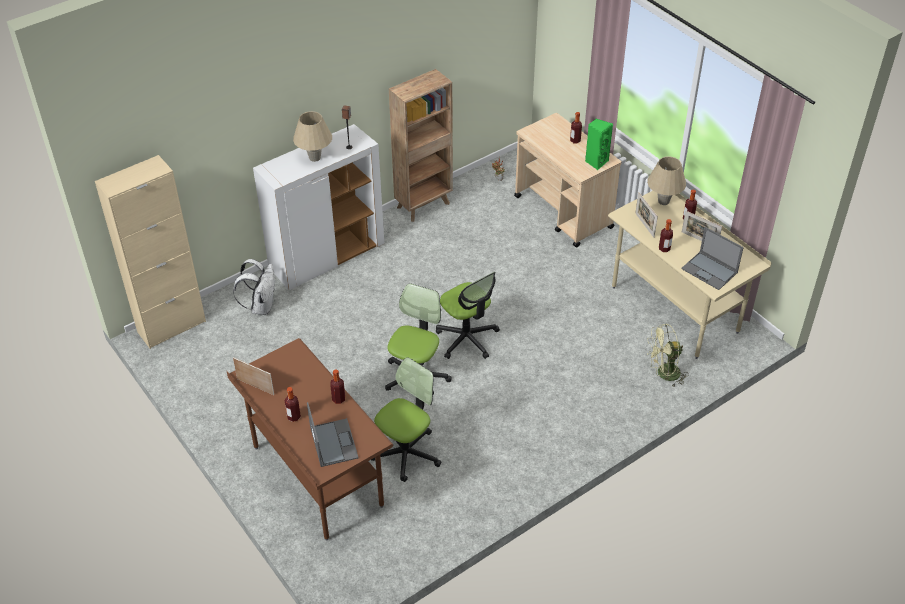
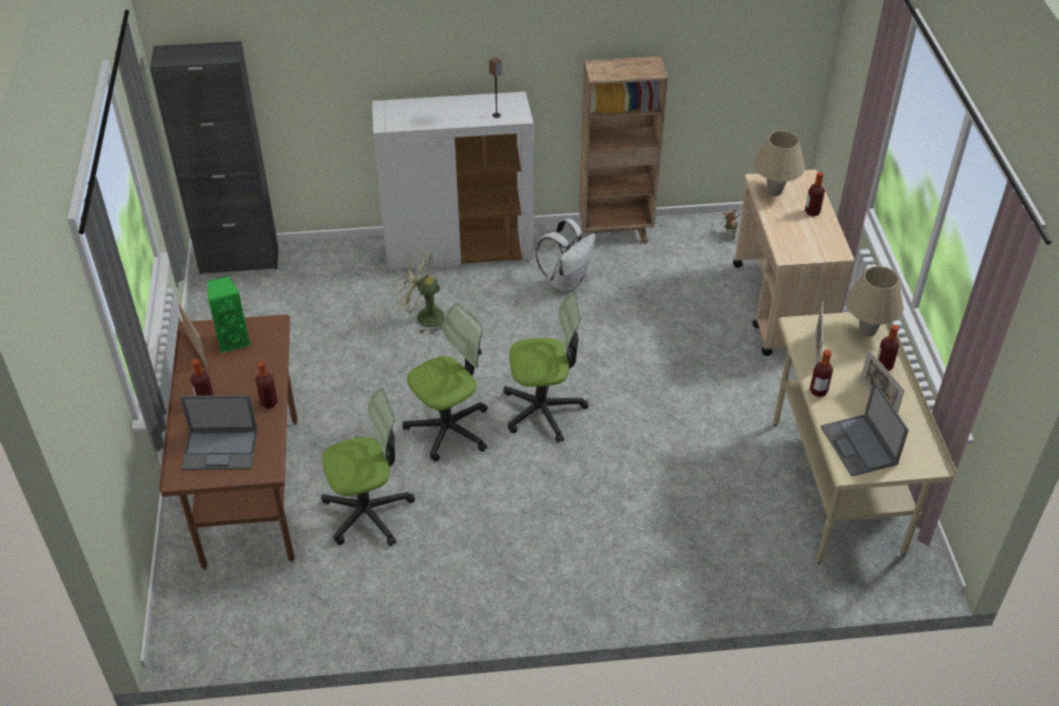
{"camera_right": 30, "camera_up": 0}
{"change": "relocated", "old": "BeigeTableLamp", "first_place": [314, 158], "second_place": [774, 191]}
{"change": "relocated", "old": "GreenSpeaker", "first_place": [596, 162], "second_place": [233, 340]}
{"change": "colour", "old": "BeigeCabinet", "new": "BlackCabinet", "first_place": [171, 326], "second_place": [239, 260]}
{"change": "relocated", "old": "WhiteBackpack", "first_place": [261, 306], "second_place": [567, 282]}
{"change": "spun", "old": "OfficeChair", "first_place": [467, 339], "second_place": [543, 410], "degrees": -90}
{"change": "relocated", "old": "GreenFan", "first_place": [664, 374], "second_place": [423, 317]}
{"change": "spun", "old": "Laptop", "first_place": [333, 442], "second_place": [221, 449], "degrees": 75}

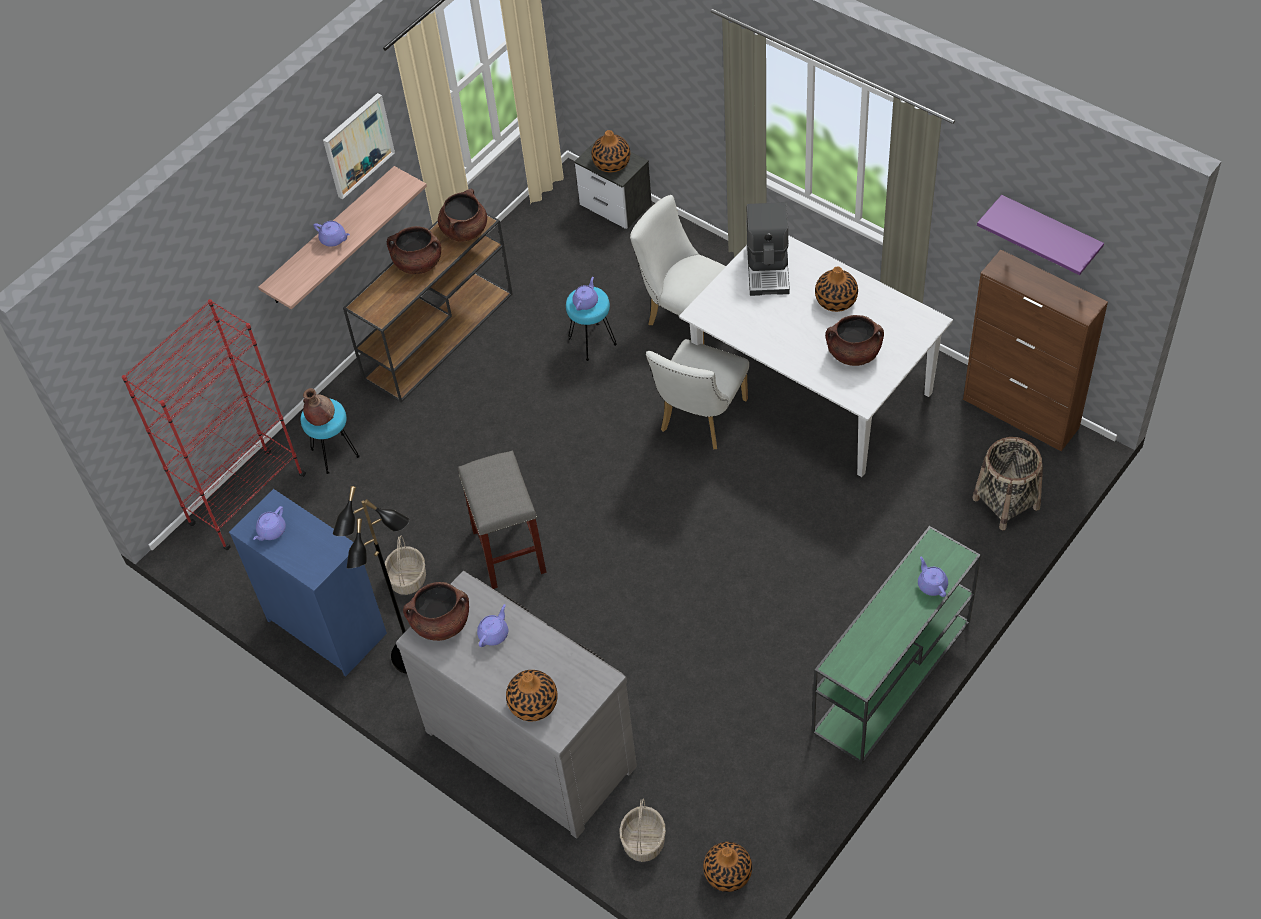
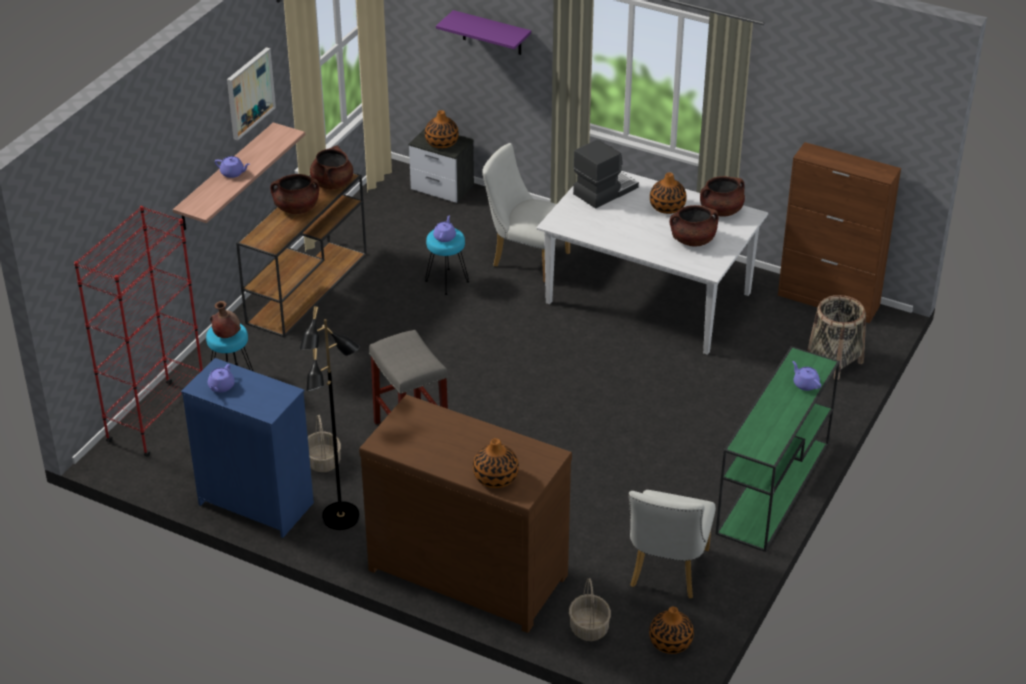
{"camera_right": -15, "camera_up": -15}
{"change": "relocated", "old": "PurpleShelf", "first_place": [1049, 232], "second_place": [492, 33]}
{"change": "spun", "old": "CoffeeMachine", "first_place": [769, 268], "second_place": [604, 190], "degrees": -120}
{"change": "relocated", "old": "WhiteChair", "first_place": [699, 420], "second_place": [666, 572]}
{"change": "colour", "old": "GreyDresser", "new": "BrownDresser", "first_place": [532, 745], "second_place": [469, 569]}
{"change": "relocated", "old": "BrownCookingPot", "first_place": [441, 623], "second_place": [721, 211]}
{"change": "missing", "old": "PurpleTeapot", "first_place": [494, 633]}

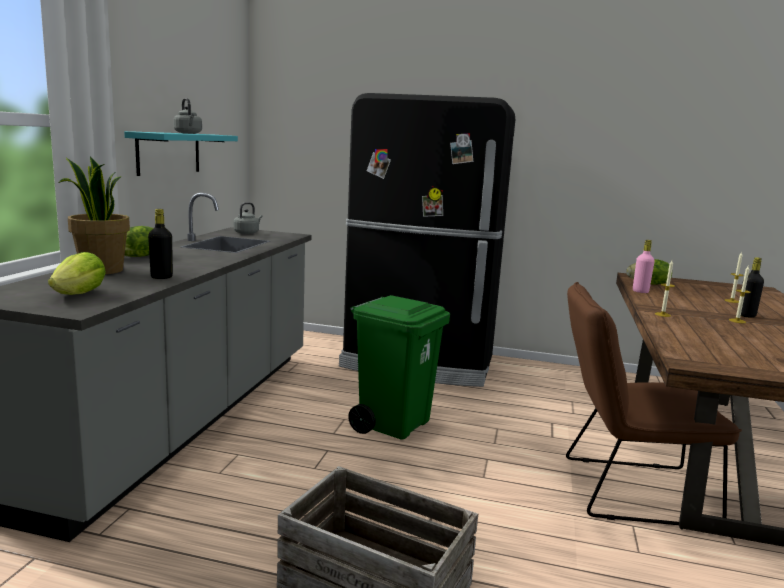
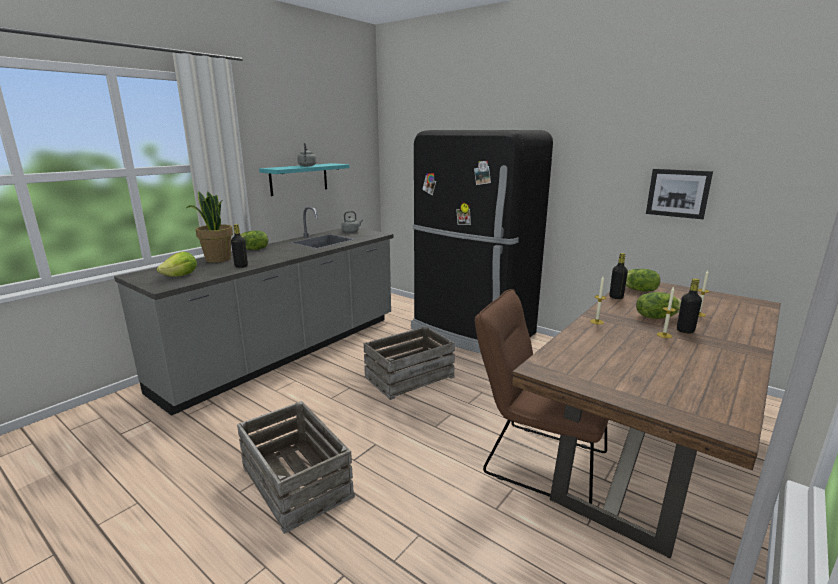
{"camera_right": 25, "camera_up": 5}
{"change": "colour", "old": "PinkBottle", "new": "BlackBottle", "first_place": [640, 291], "second_place": [616, 297]}
{"change": "exchanged", "old": "GreenTrashCan", "new": "Crate", "first_place": [394, 424], "second_place": [409, 377]}
{"change": "appeared", "new": "Picture", "second_place": [678, 193]}
{"change": "appeared", "new": "Lettuce", "second_place": [656, 317]}

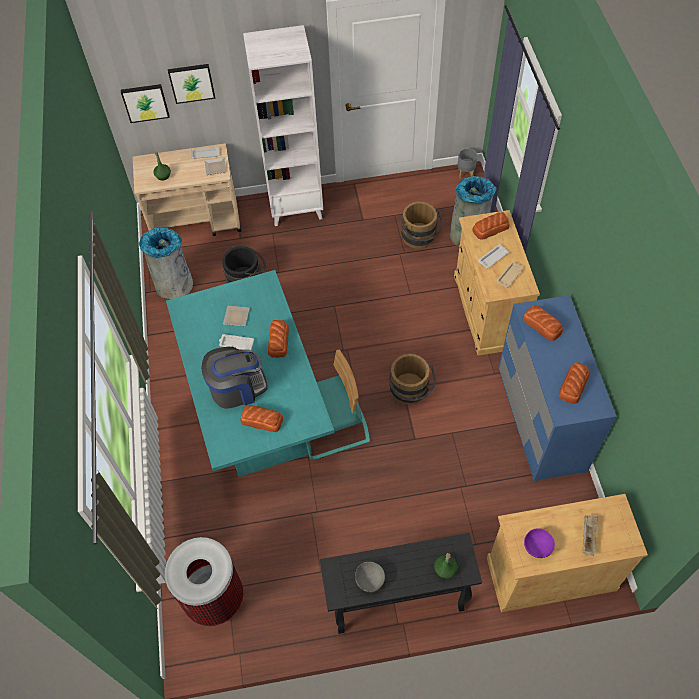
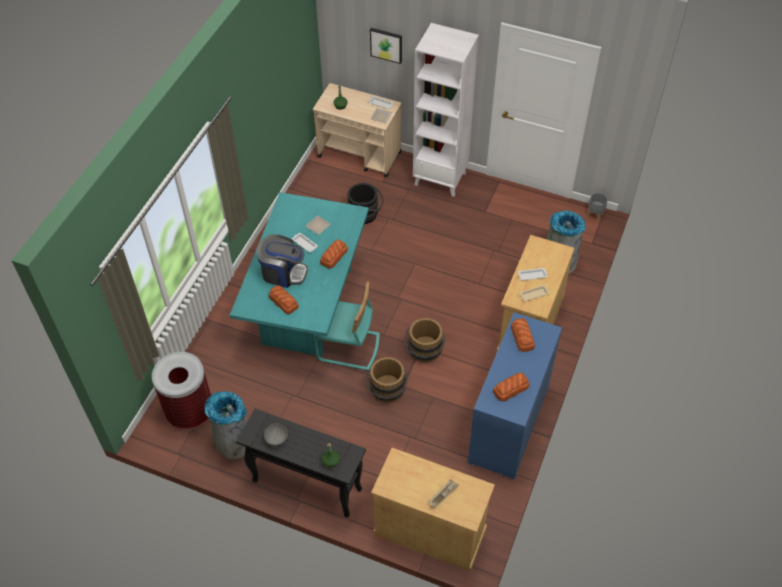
{"camera_right": 30, "camera_up": -5}
{"change": "missing", "old": "Picture", "first_place": [145, 102]}
{"change": "relocated", "old": "BrownBucket", "first_place": [420, 239], "second_place": [387, 392]}
{"change": "missing", "old": "Bread", "first_place": [490, 228]}
{"change": "relocated", "old": "GreyTrashCan", "first_place": [174, 286], "second_place": [234, 443]}
{"change": "missing", "old": "PurpleBowl", "first_place": [537, 548]}

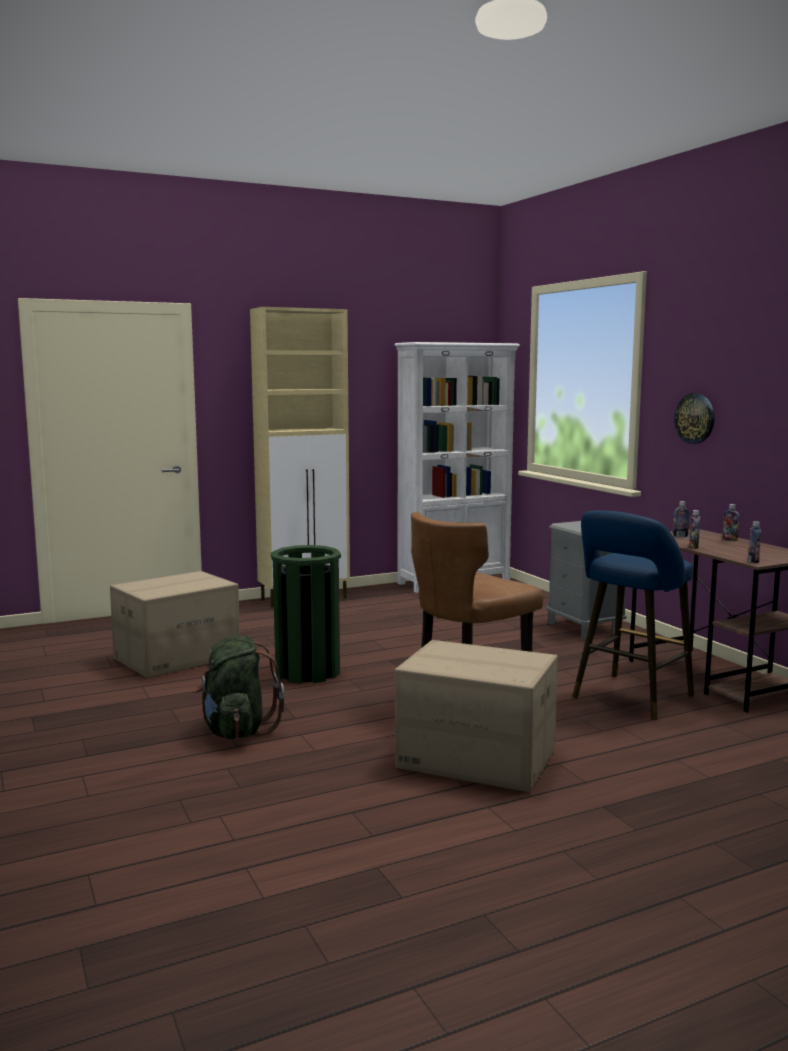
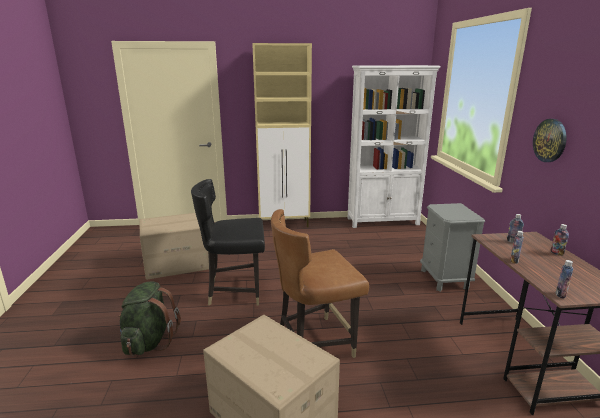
{"camera_right": 20, "camera_up": 10}
{"change": "missing", "old": "BlueStool", "first_place": [629, 698]}
{"change": "exchanged", "old": "GreenTrashCan", "new": "BlackChair", "first_place": [307, 672], "second_place": [235, 291]}

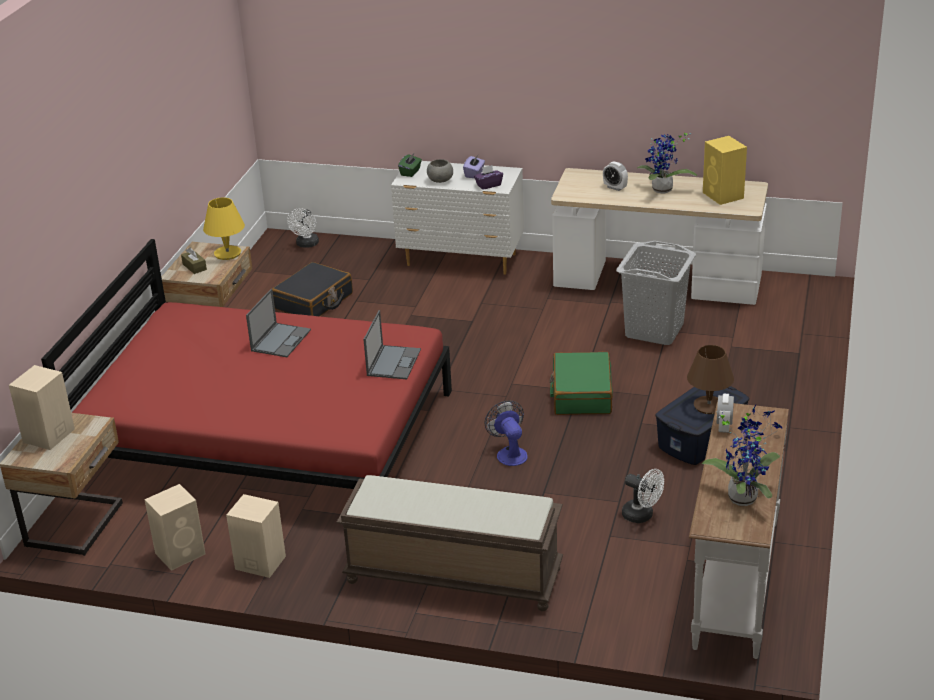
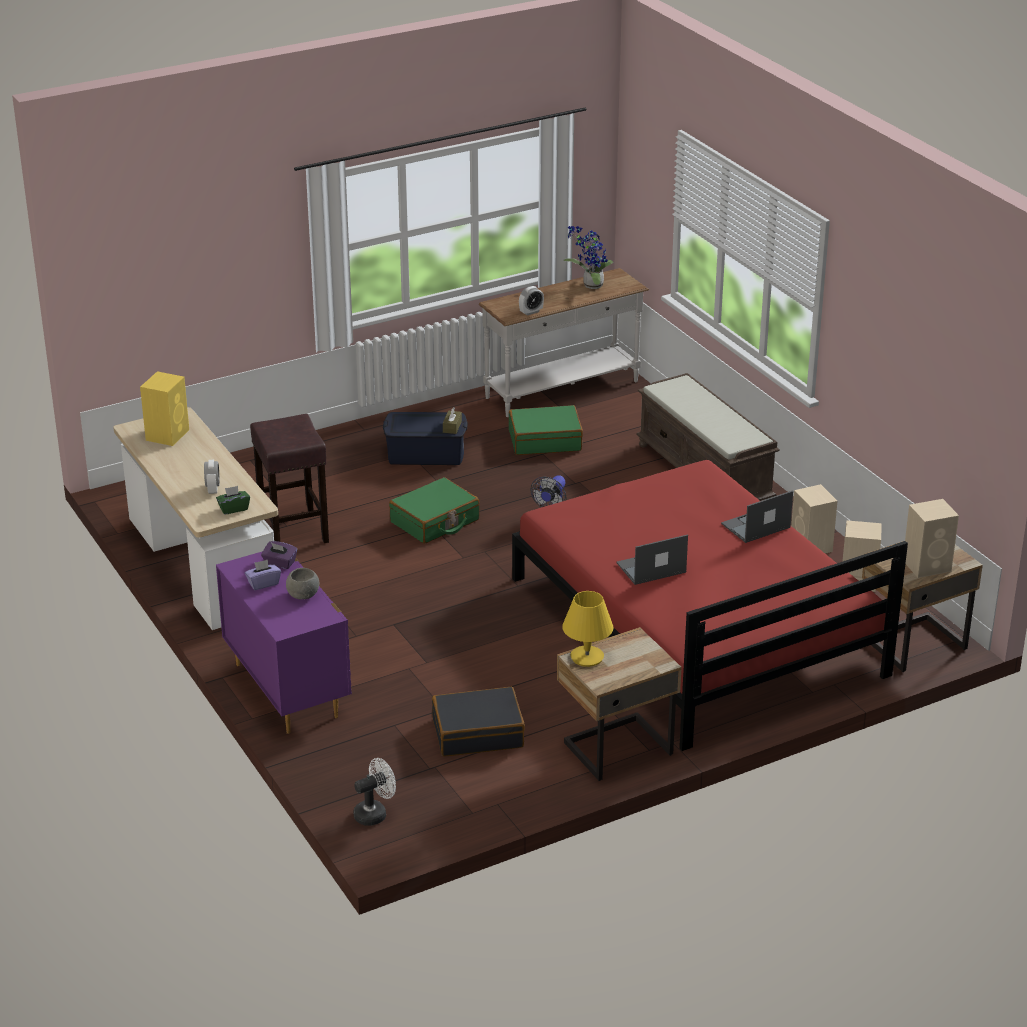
{"camera_right": -135, "camera_up": 0}
{"change": "missing", "old": "PottedPlant", "first_place": [662, 191]}
{"change": "relocated", "old": "GreenTissueBox", "first_place": [410, 172], "second_place": [233, 508]}
{"change": "colour", "old": "WhiteDresser", "new": "PurpleDresser", "first_place": [462, 260], "second_place": [287, 689]}
{"change": "exchanged", "old": "GreyLaundryBasket", "new": "BrownStool", "first_place": [653, 330], "second_place": [294, 531]}
{"change": "relocated", "old": "BrownTissueBox", "first_place": [194, 267], "second_place": [452, 427]}
{"change": "relocated", "old": "Laptop", "first_place": [394, 362], "second_place": [755, 526]}
{"change": "missing", "old": "BrownTableLamp", "first_place": [709, 406]}
{"change": "exchanged", "old": "WhiteFan", "new": "GreenSuitcase", "first_place": [642, 516], "second_place": [545, 440]}

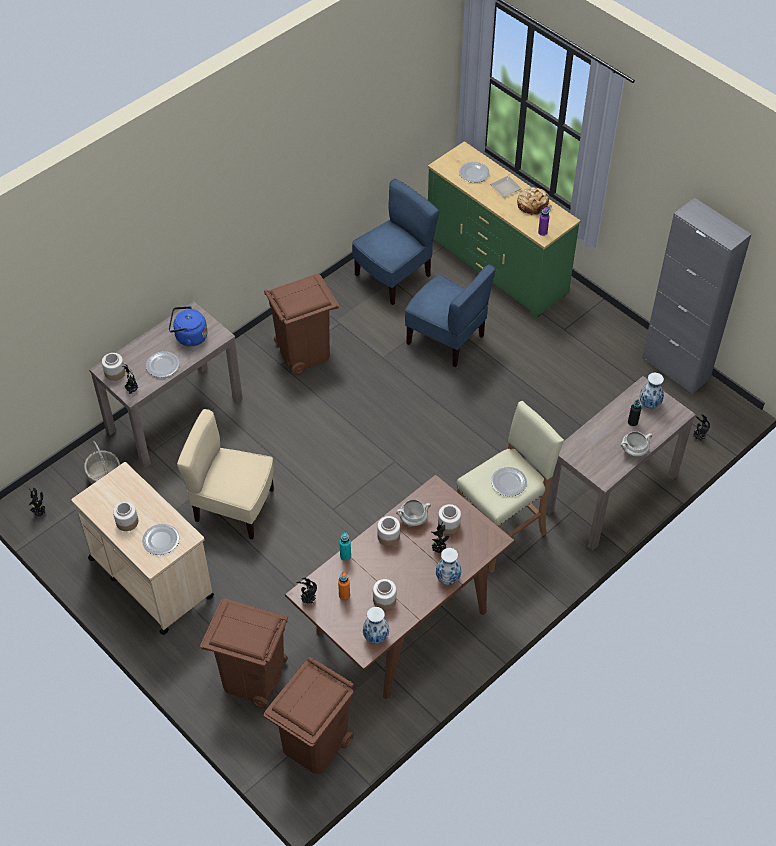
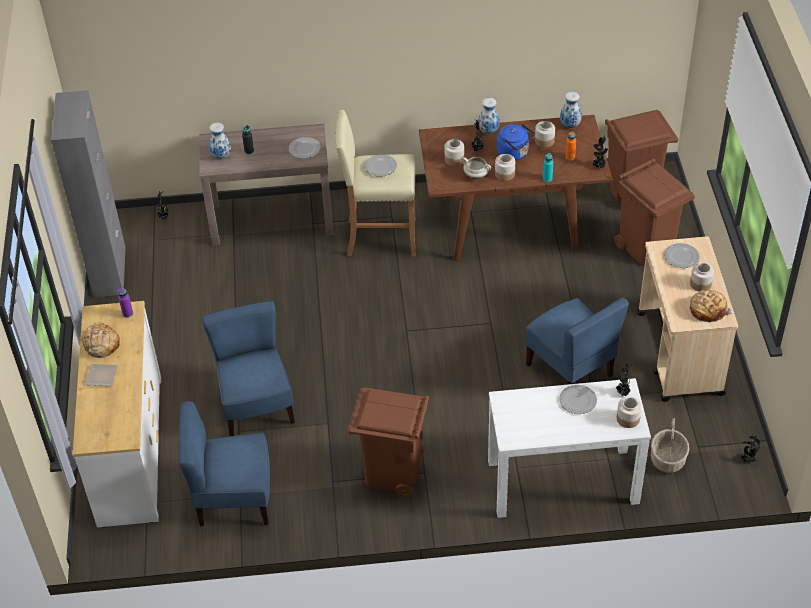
{"camera_right": -140, "camera_up": -5}
{"change": "colour", "old": "GreenDresser", "new": "WhiteDresser", "first_place": [497, 265], "second_place": [130, 450]}
{"change": "relocated", "old": "Plate", "first_place": [474, 173], "second_place": [305, 149]}
{"change": "colour", "old": "BrownConsoleTable", "new": "WhiteConsoleTable", "first_place": [175, 414], "second_place": [562, 482]}
{"change": "relocated", "old": "BlueKettle", "first_place": [189, 337], "second_place": [514, 153]}
{"change": "colour", "old": "BeigeChair", "new": "BlueChair", "first_place": [233, 507], "second_place": [570, 370]}
{"change": "missing", "old": "WhiteCookingPot", "first_place": [634, 451]}
{"change": "appeared", "new": "Bread", "second_place": [708, 309]}

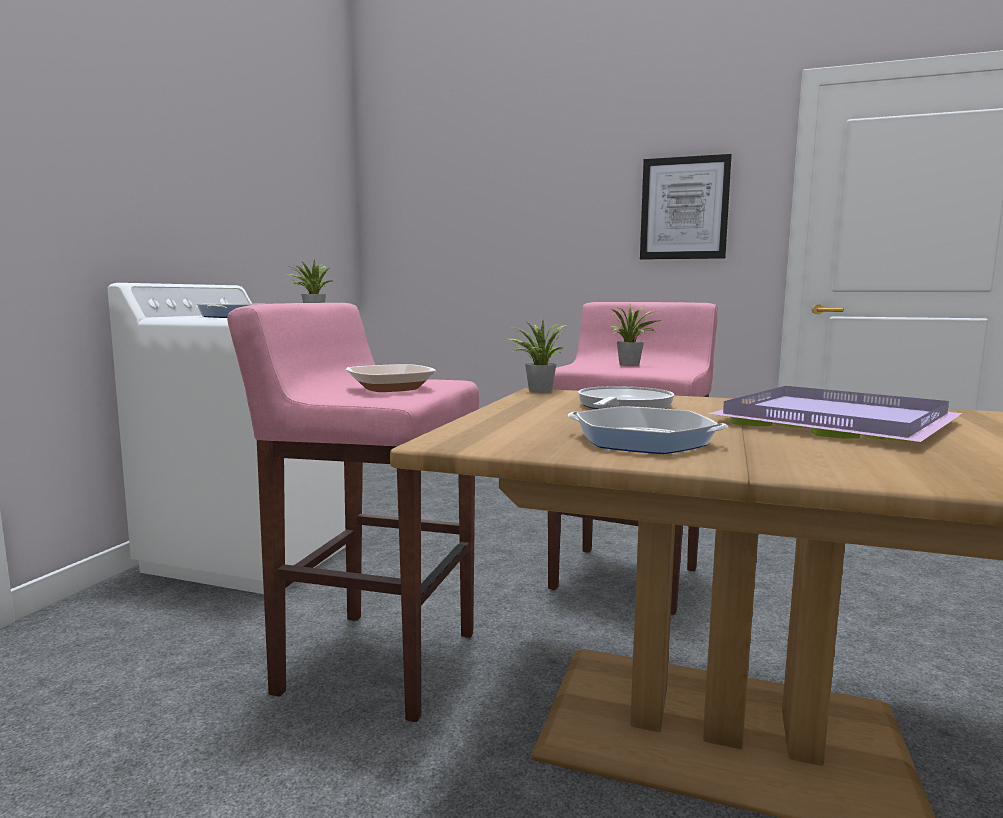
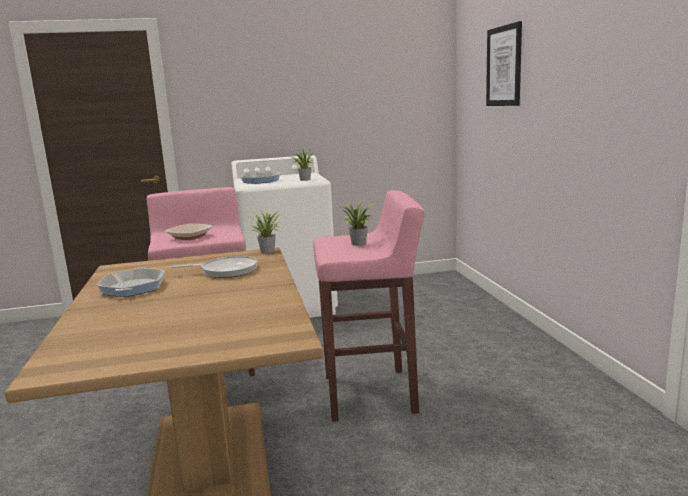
{"camera_right": 60, "camera_up": 5}
{"change": "relocated", "old": "Picture", "first_place": [684, 208], "second_place": [504, 66]}
{"change": "missing", "old": "PurpleTray", "first_place": [829, 422]}

